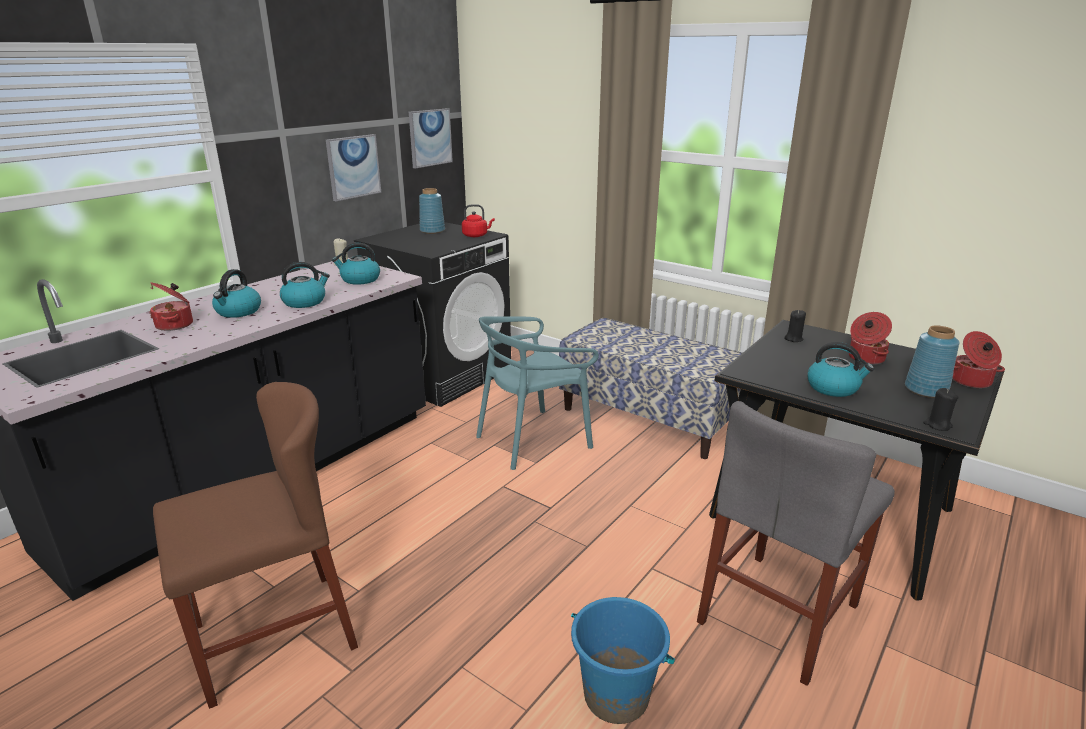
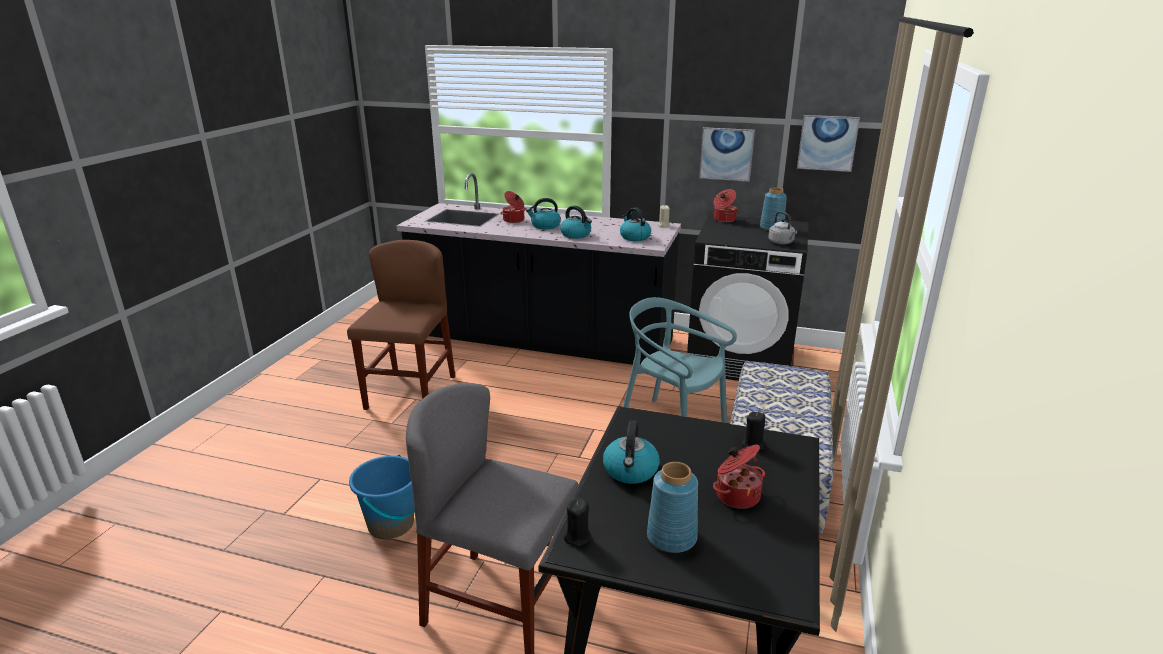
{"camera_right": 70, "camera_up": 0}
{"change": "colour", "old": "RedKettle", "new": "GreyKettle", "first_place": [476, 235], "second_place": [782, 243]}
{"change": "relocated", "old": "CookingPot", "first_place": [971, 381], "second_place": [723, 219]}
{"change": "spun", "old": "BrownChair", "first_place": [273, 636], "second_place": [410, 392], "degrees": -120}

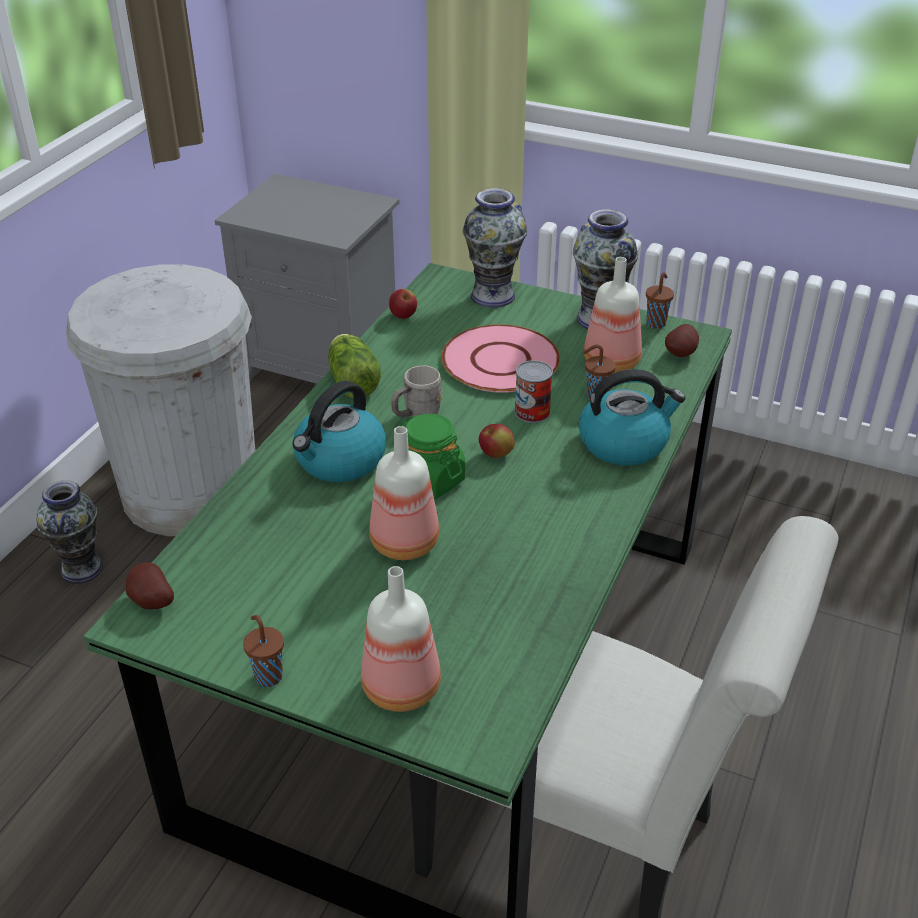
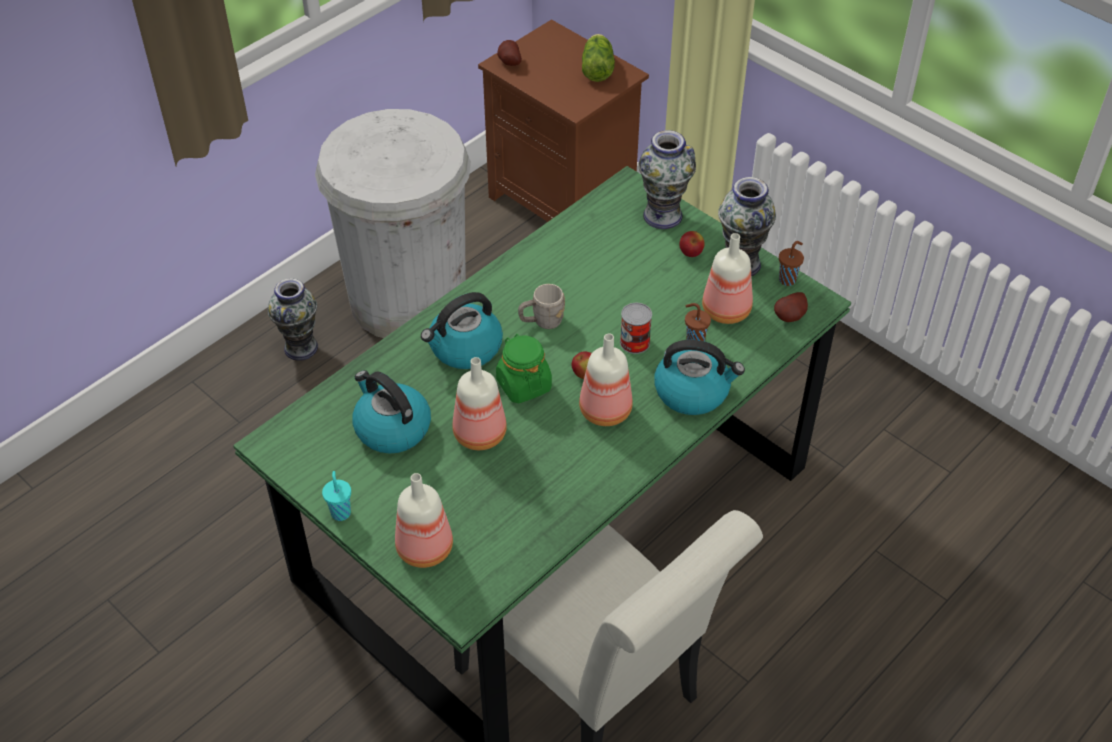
{"camera_right": 20, "camera_up": 10}
{"change": "colour", "old": "GreyNightstand", "new": "BrownNightstand", "first_place": [325, 368], "second_place": [565, 202]}
{"change": "relocated", "old": "Apple", "first_place": [403, 316], "second_place": [691, 253]}
{"change": "missing", "old": "PinkPlate", "first_place": [501, 361]}
{"change": "relocated", "old": "Lettuce", "first_place": [352, 380], "second_place": [597, 68]}
{"change": "relocated", "old": "Potato", "first_place": [150, 602], "second_place": [509, 62]}
{"change": "colour", "old": "BrownCup", "new": "TurquoiseCup", "first_place": [268, 675], "second_place": [340, 512]}
{"change": "appeared", "new": "Bottle", "second_place": [605, 412]}
{"change": "appeared", "new": "Kettle", "second_place": [391, 428]}

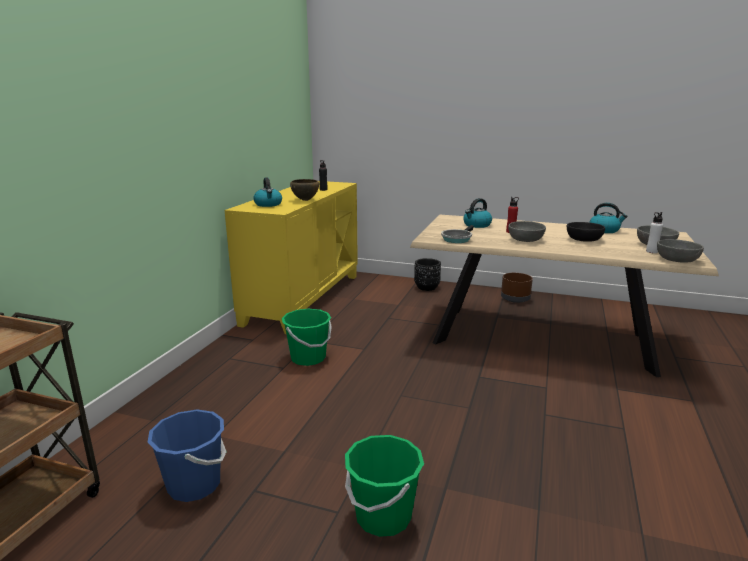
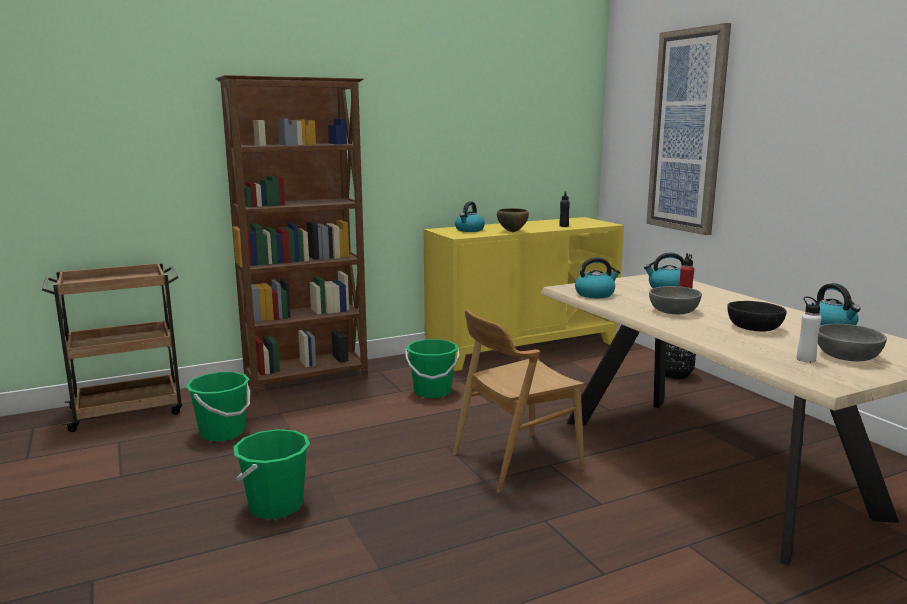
{"camera_right": 45, "camera_up": -5}
{"change": "exchanged", "old": "FryingPan", "new": "Kettle", "first_place": [457, 239], "second_place": [595, 294]}
{"change": "missing", "old": "GreyBowl", "first_place": [677, 259]}
{"change": "missing", "old": "BrownPlanter", "first_place": [515, 299]}
{"change": "colour", "old": "BlueBucket", "new": "GreenBucket", "first_place": [194, 484], "second_place": [222, 433]}
{"change": "appeared", "new": "Picture", "second_place": [687, 132]}
{"change": "appeared", "new": "BrownBookcase", "second_place": [308, 379]}
{"change": "appeared", "new": "BrownChair", "second_place": [516, 461]}

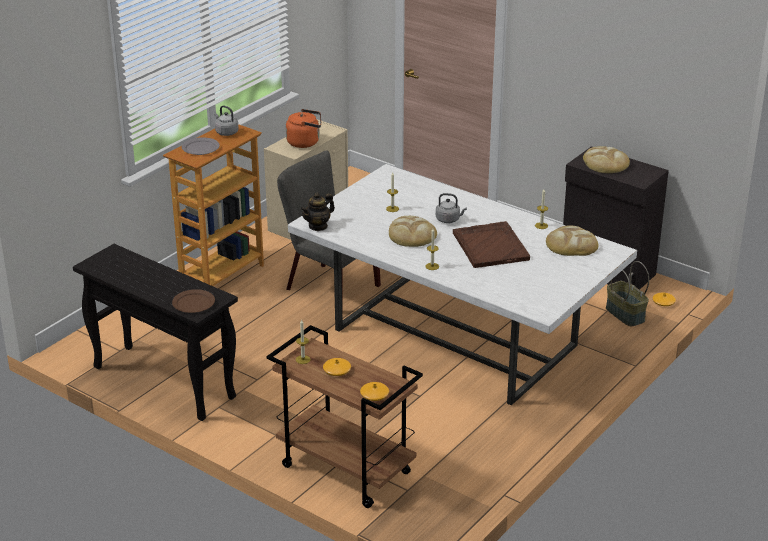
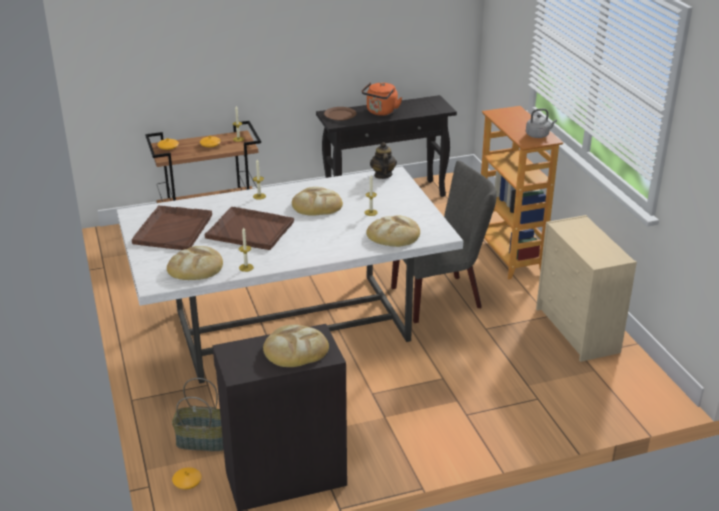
{"camera_right": 125, "camera_up": 0}
{"change": "relocated", "old": "OrangeKettle", "first_place": [305, 142], "second_place": [381, 112]}
{"change": "missing", "old": "GreyPlate", "first_place": [200, 148]}
{"change": "missing", "old": "GreyKettle", "first_place": [449, 219]}
{"change": "appeared", "new": "BrownTray", "second_place": [173, 229]}
{"change": "appeared", "new": "Bread", "second_place": [394, 235]}

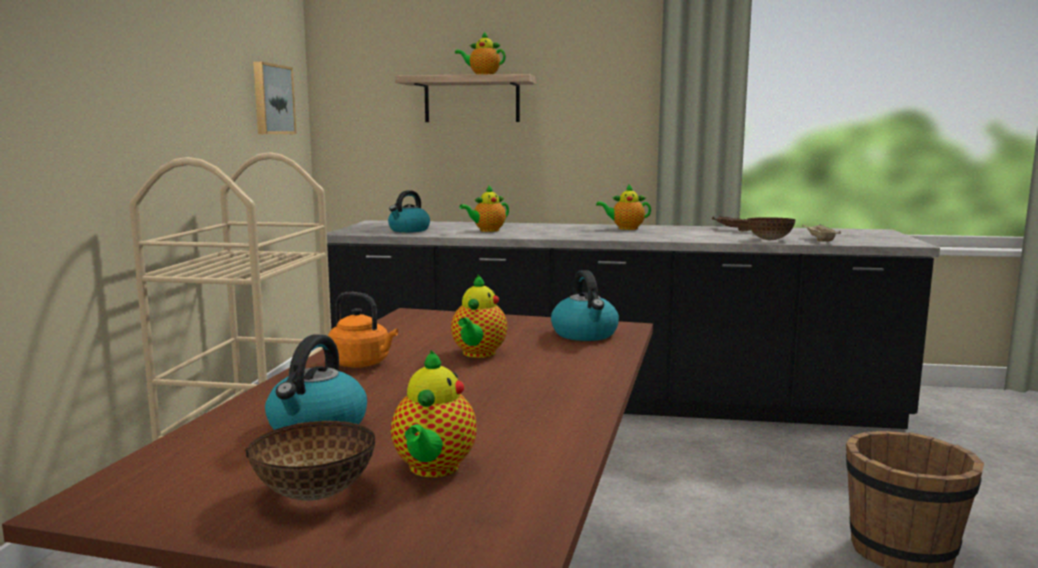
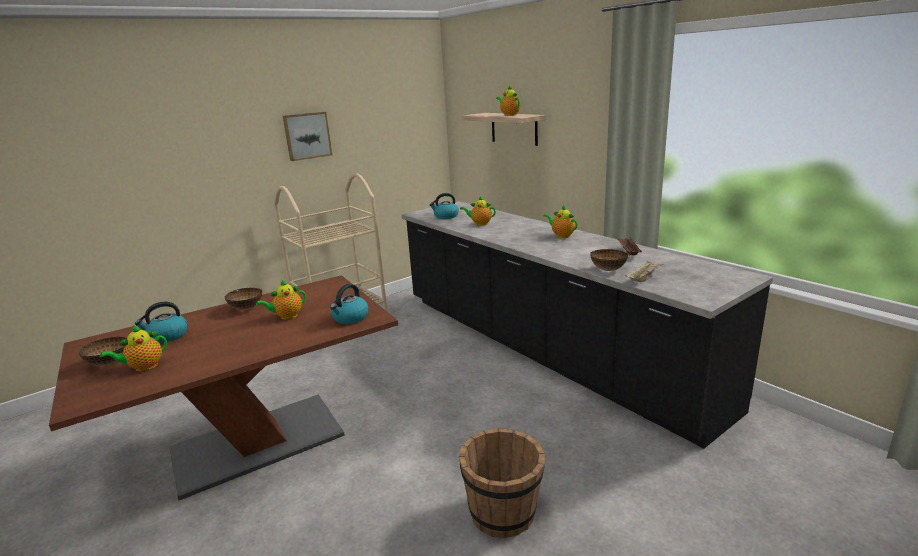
{"camera_right": 45, "camera_up": 10}
{"change": "relocated", "old": "Picture", "first_place": [272, 99], "second_place": [307, 136]}
{"change": "exchanged", "old": "OrangeKettle", "new": "Bowl", "first_place": [362, 364], "second_place": [247, 308]}

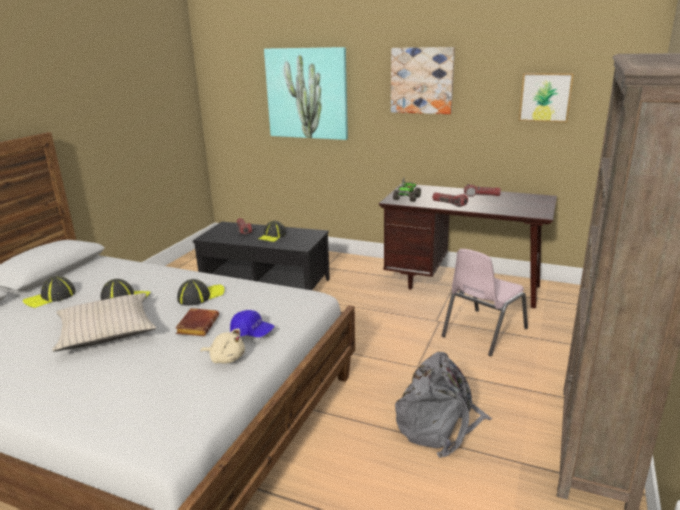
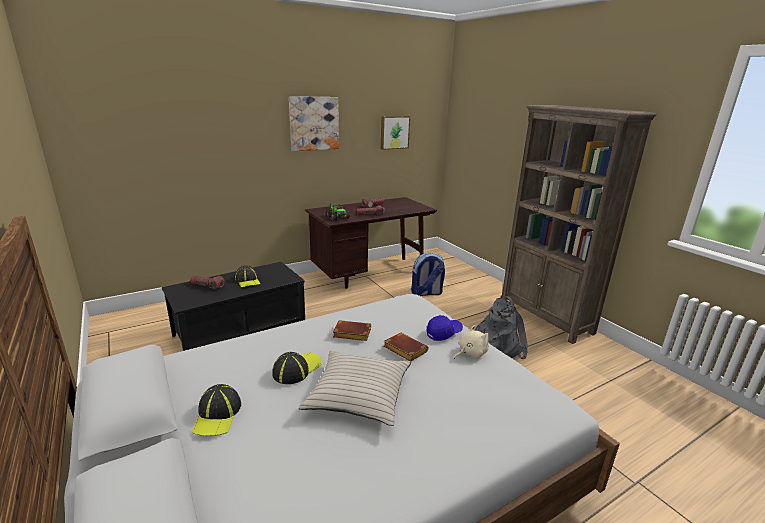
{"camera_right": -55, "camera_up": 0}
{"change": "missing", "old": "Picture", "first_place": [307, 93]}
{"change": "exchanged", "old": "PinkChair", "new": "Backpack", "first_place": [483, 332], "second_place": [426, 293]}
{"change": "exchanged", "old": "Cap", "new": "BrownBook", "first_place": [201, 296], "second_place": [351, 334]}

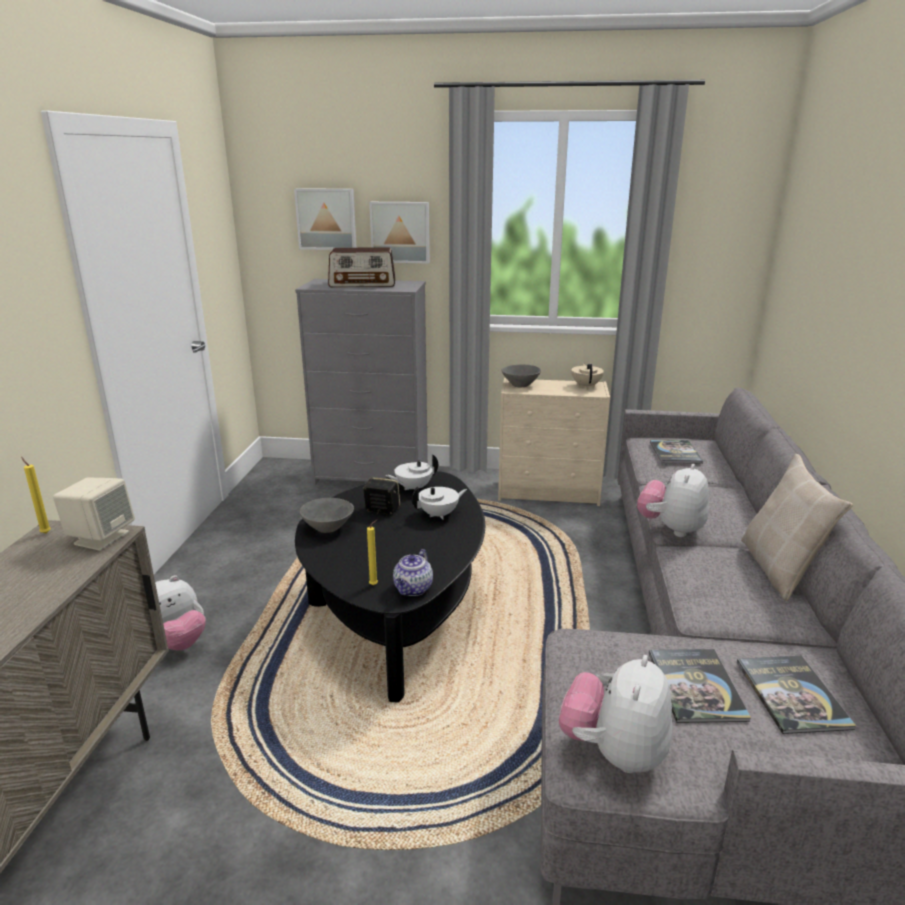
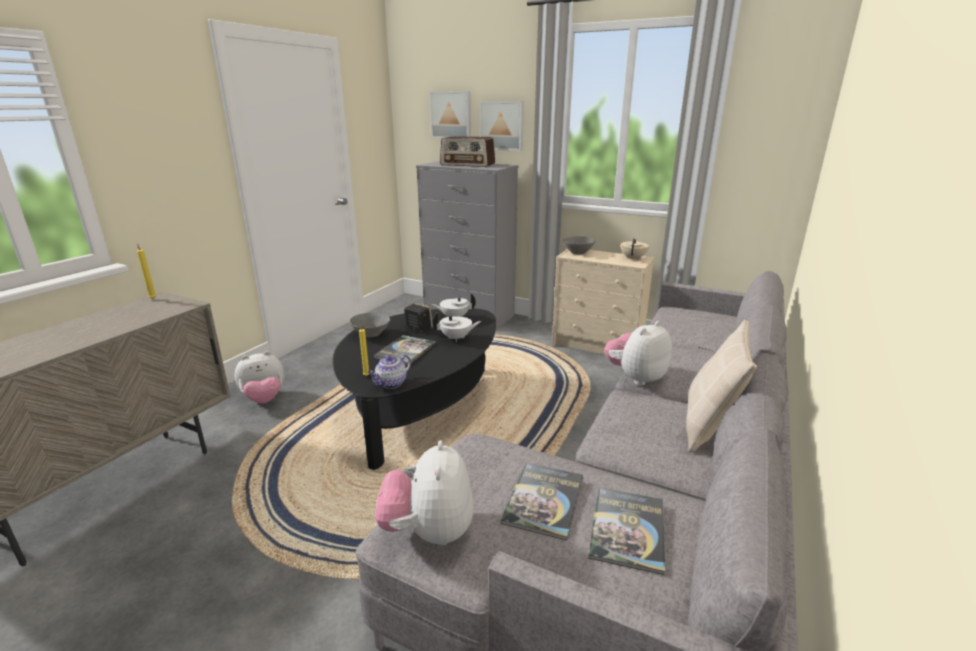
{"camera_right": 20, "camera_up": 0}
{"change": "relocated", "old": "Book", "first_place": [675, 452], "second_place": [405, 350]}
{"change": "missing", "old": "BeigeSpeaker", "first_place": [101, 538]}
{"change": "spun", "old": "PlushToy", "first_place": [614, 752], "second_place": [429, 531], "degrees": -45}

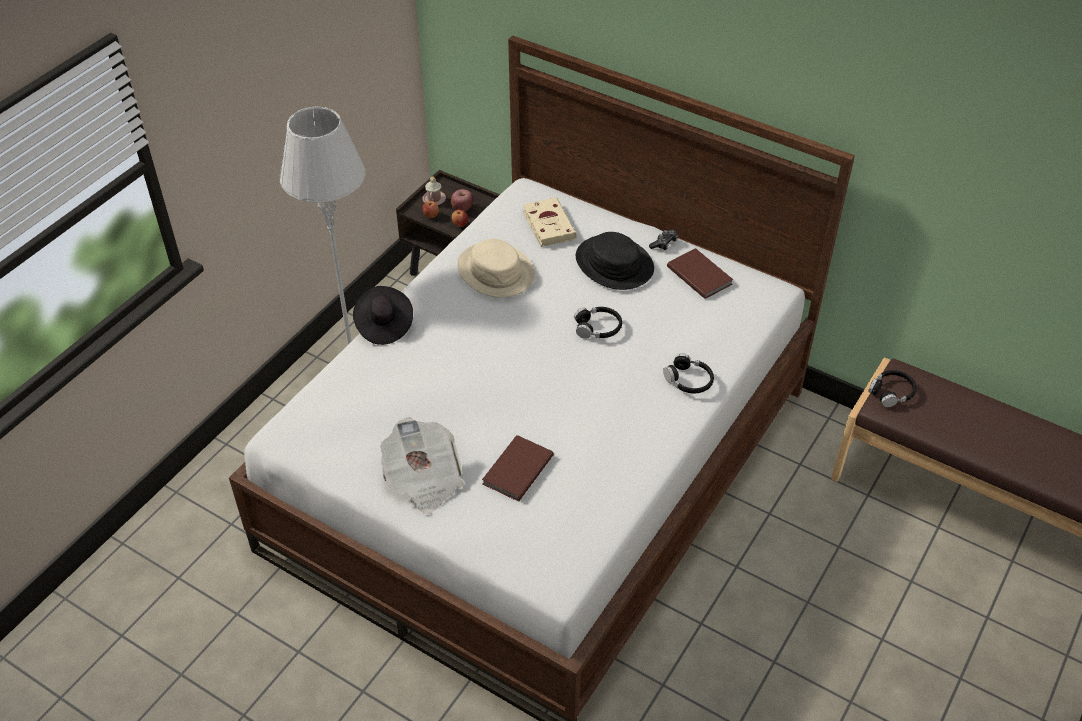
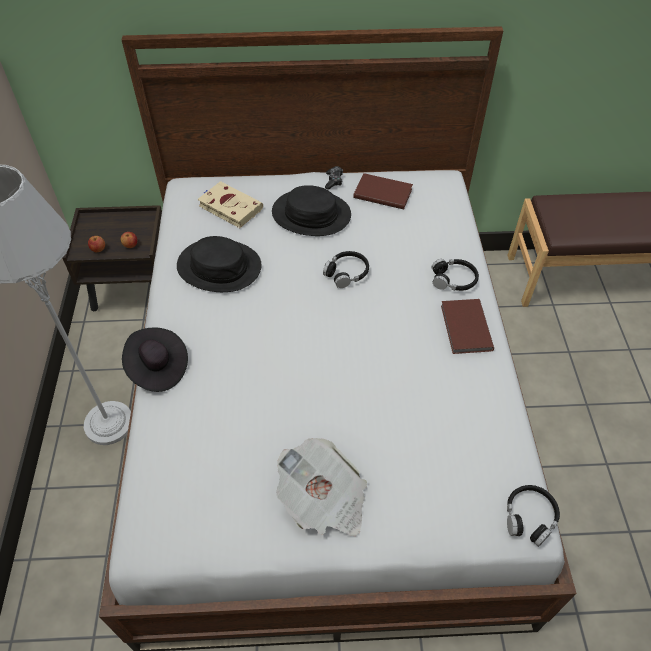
{"camera_right": -35, "camera_up": 5}
{"change": "missing", "old": "PinkMug", "first_place": [434, 199]}
{"change": "missing", "old": "Apple", "first_place": [462, 208]}
{"change": "colour", "old": "BeigeHat", "new": "BlackHat", "first_place": [496, 271], "second_place": [219, 266]}
{"change": "relocated", "old": "BlackHeadphones", "first_place": [891, 392], "second_place": [529, 517]}
{"change": "relocated", "old": "BrownBook", "first_place": [516, 470], "second_place": [464, 328]}

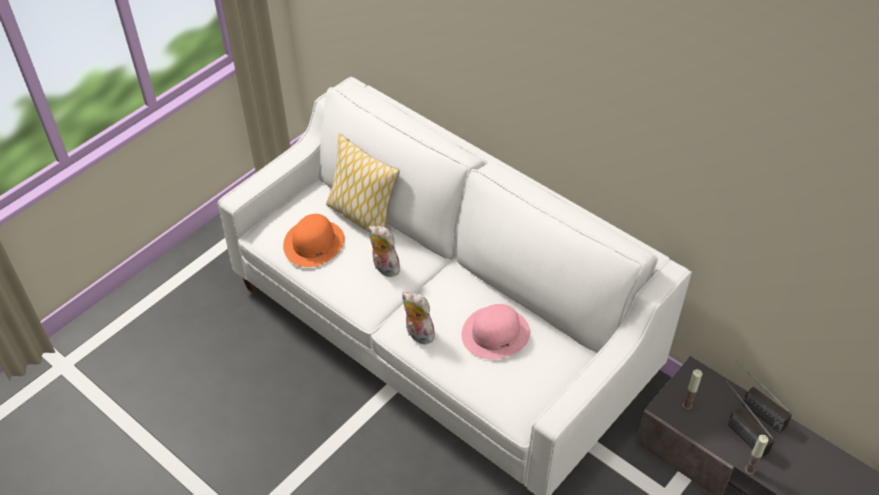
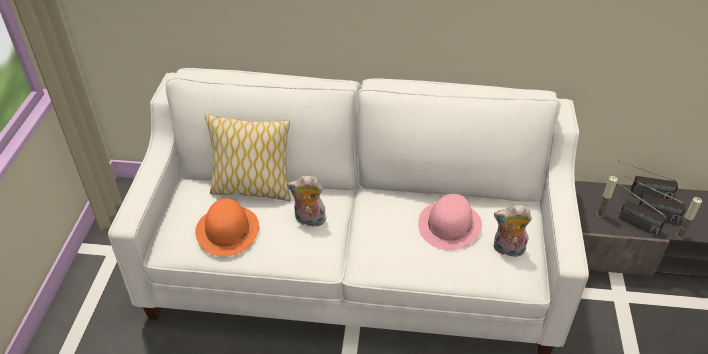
{"camera_right": -35, "camera_up": -5}
{"change": "relocated", "old": "PlushToy", "first_place": [417, 334], "second_place": [507, 250]}
{"change": "appeared", "new": "Radio", "second_place": [628, 220]}

